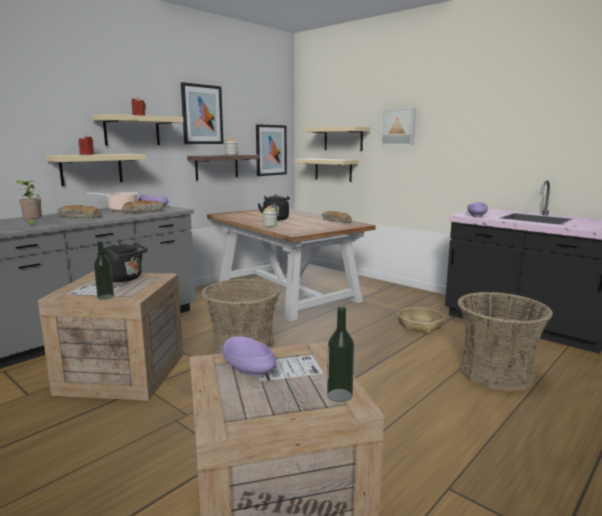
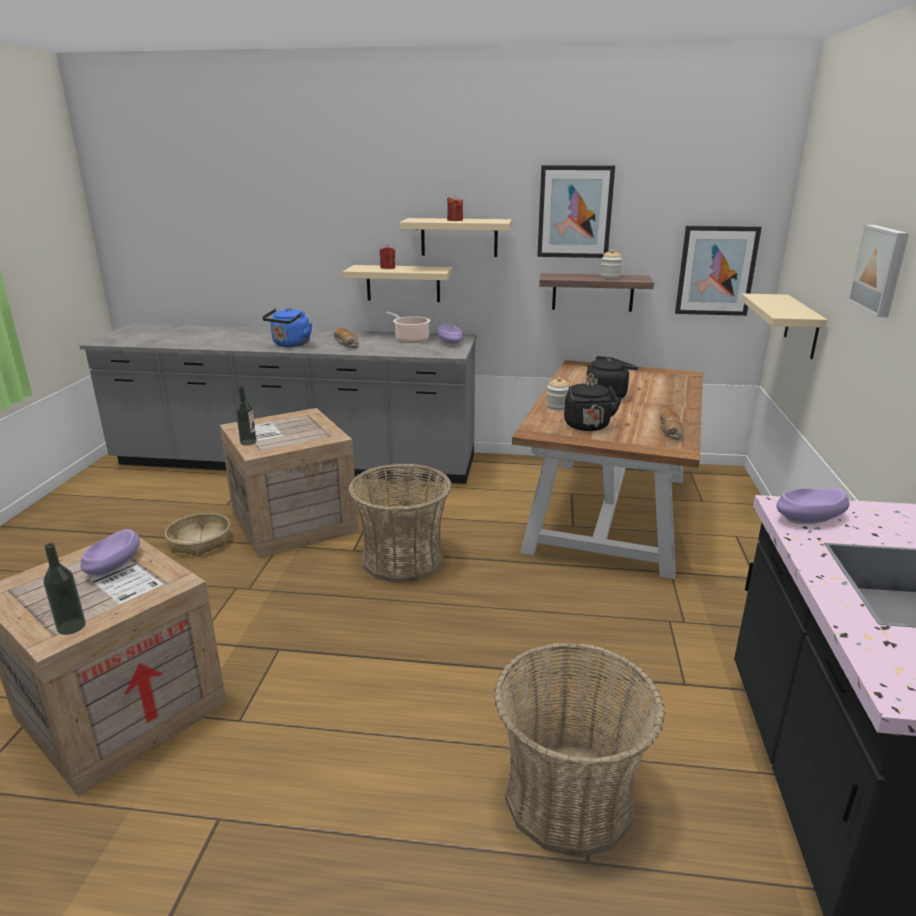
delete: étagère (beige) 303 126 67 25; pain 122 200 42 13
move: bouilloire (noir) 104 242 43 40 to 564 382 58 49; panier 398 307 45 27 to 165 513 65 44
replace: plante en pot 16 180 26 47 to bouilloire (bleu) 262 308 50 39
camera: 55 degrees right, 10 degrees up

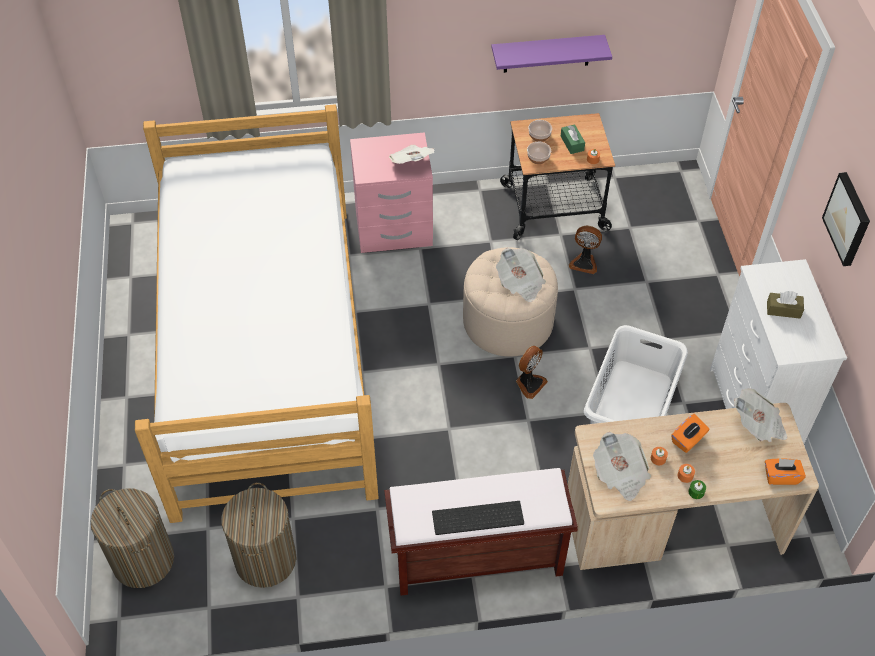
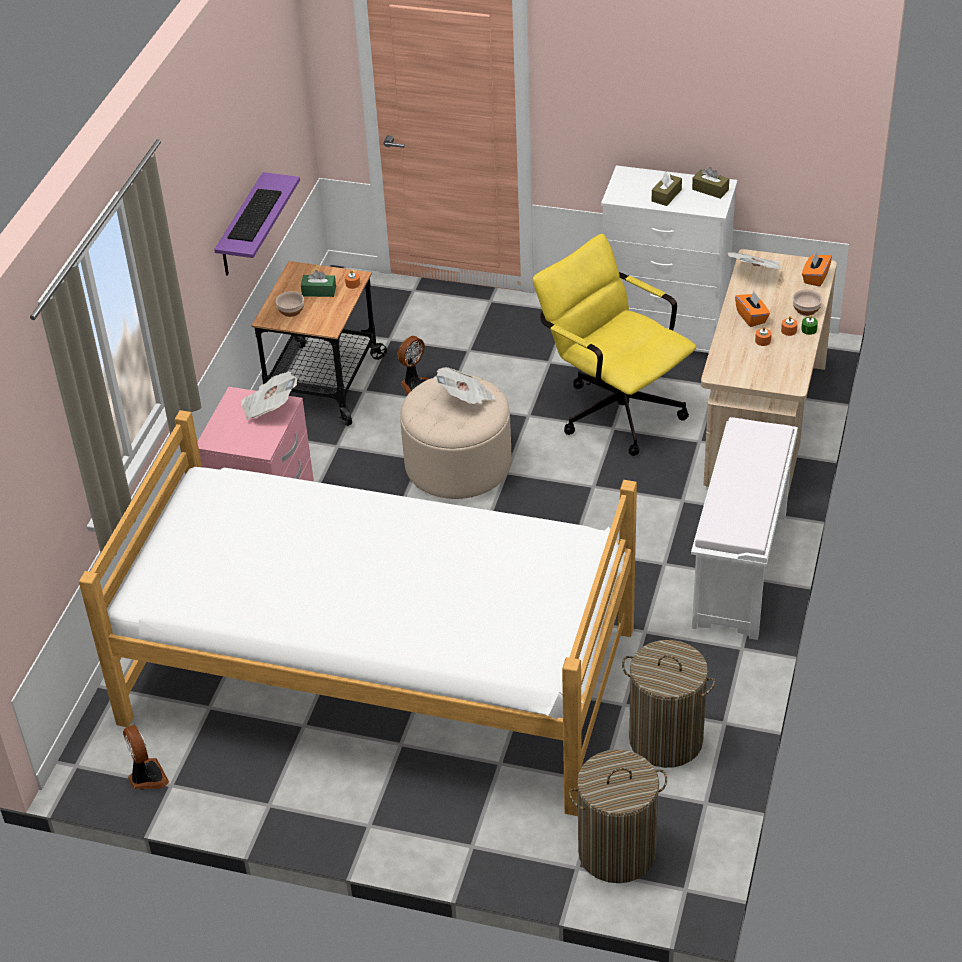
delete: tableau 822 172 48 94; journal 593 432 58 69
insert: boîte à mouchoirs (marron) 692 167 37 32
move: bol 527 142 24 22 to 793 289 29 27; ventilateur 516 346 32 53 to 123 725 46 64; clavier 432 501 92 34 to 228 189 54 53
replace: panier à linge (blanc) 584 325 104 99 to chaise de bureau (jaune) 533 234 163 222
recolor: banc (marron) 384 468 194 128 to banc (blanc) 691 417 107 223
camera: 65 degrees left, 10 degrees down

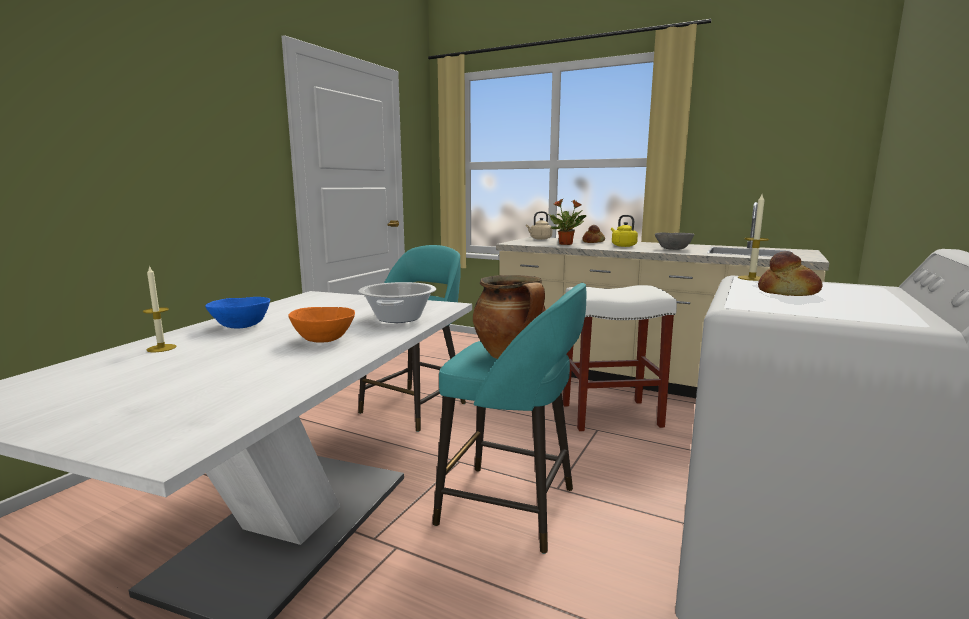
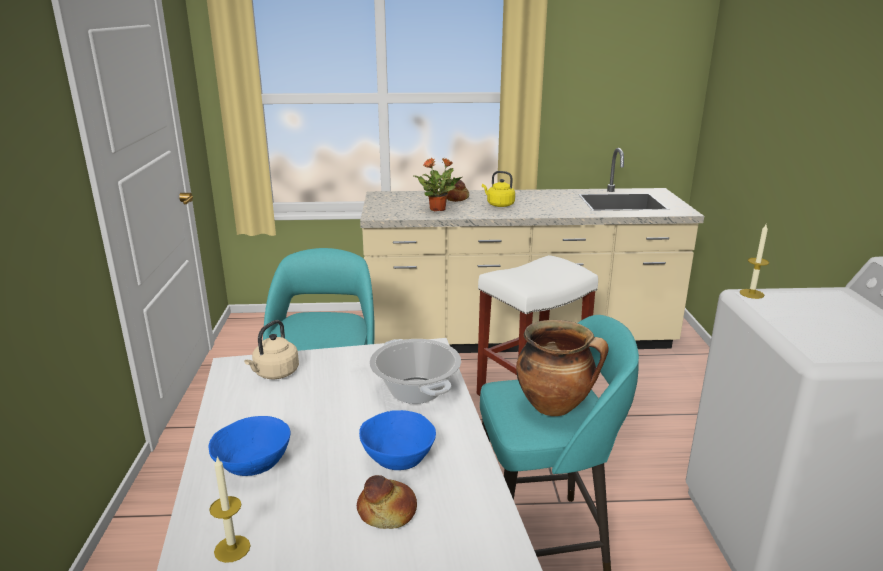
delete: bol (gris) 655 232 39 18
move: bouilloire (beige) 526 211 26 29 to 244 320 55 59; pain 758 251 64 45 to 357 475 60 54
recolor: bol (orange) 288 307 67 36 to bol (bleu) 359 410 77 60
camera: 30 degrees left, 10 degrees up

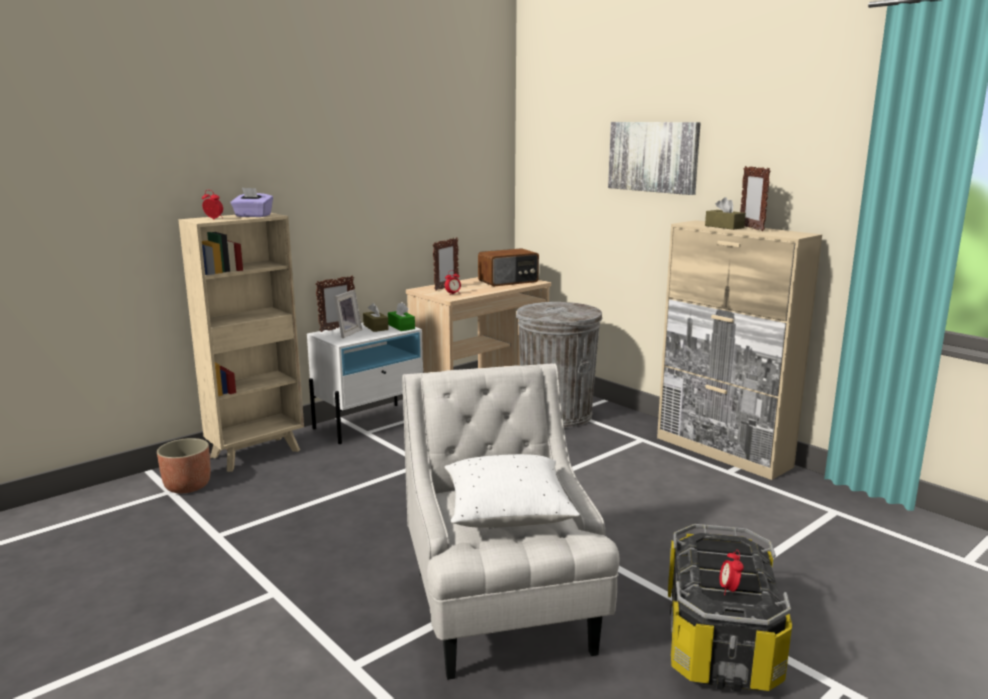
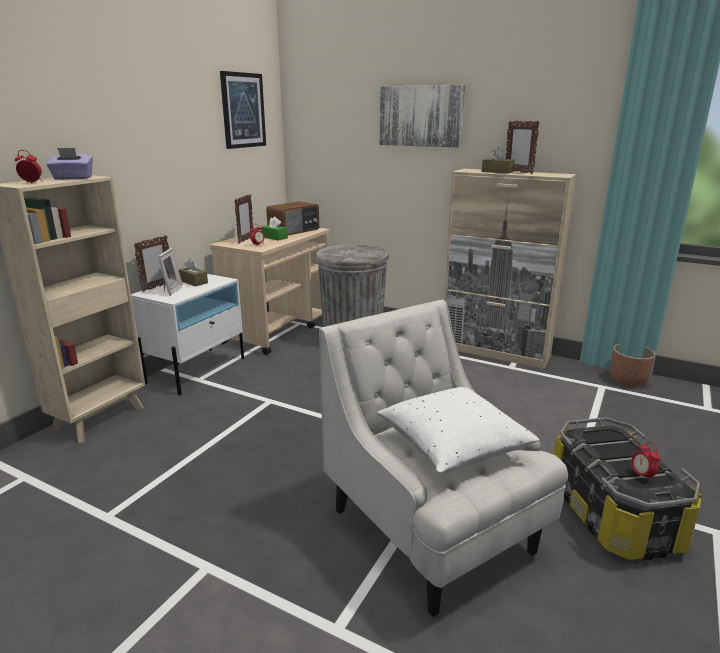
insert: tableau 220 71 46 78
move: boîte à mouchoirs (vert) 388 302 27 29 to 261 217 27 24; cache-pot 157 438 53 55 to 610 344 46 43
camera: 20 degrees left, 5 degrees up

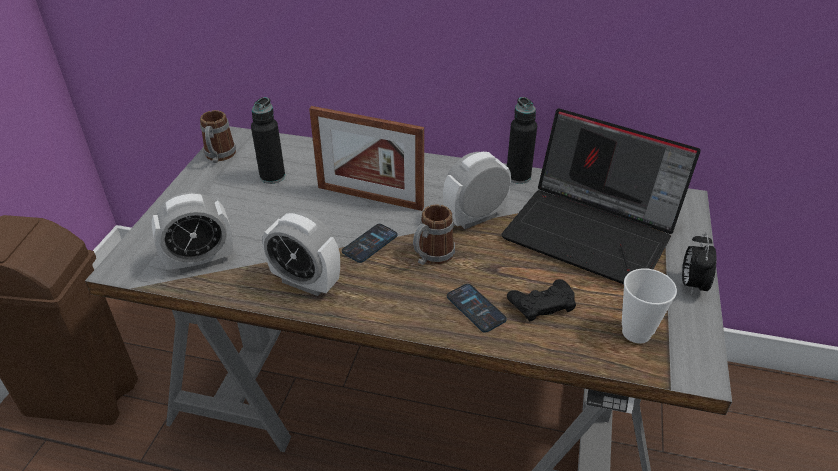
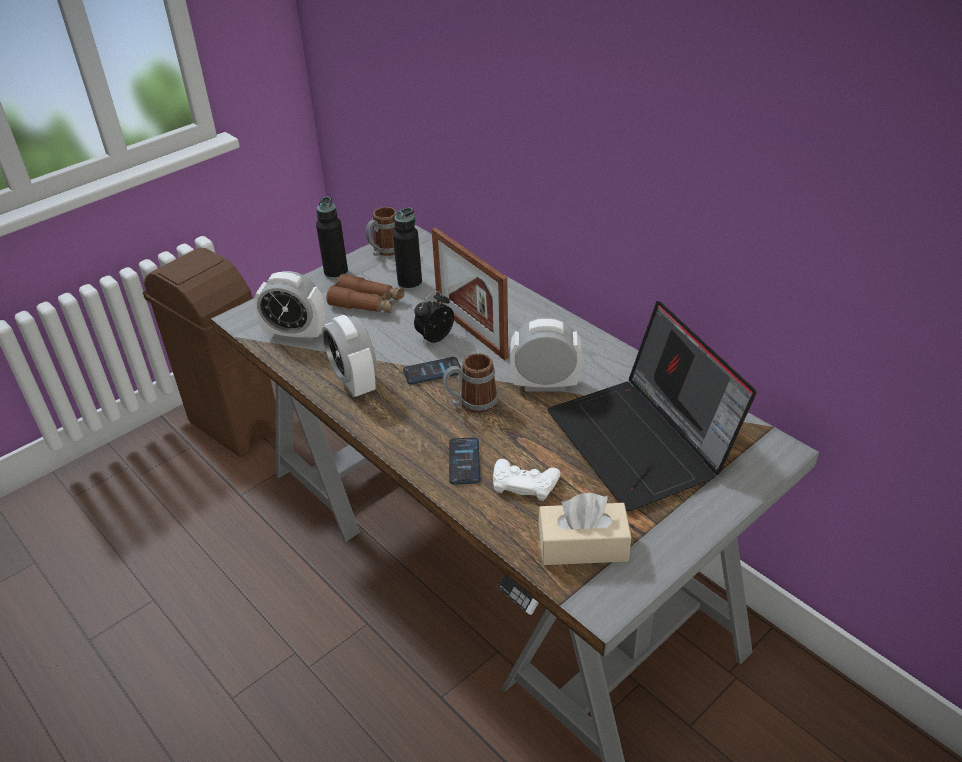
insert: jumelles (marron) 326 274 79 39
move: bouteille (noir) 507 97 30 87 to 316 197 32 83; réveil 682 233 35 63 to 414 291 40 52
replace: tasse 622 268 55 75 to boîte à mouchoirs (beige) 538 493 93 72
recolor: manette (noir) 507 279 69 42 to manette (blanc) 493 459 68 42
camera: 35 degrees right, 0 degrees up

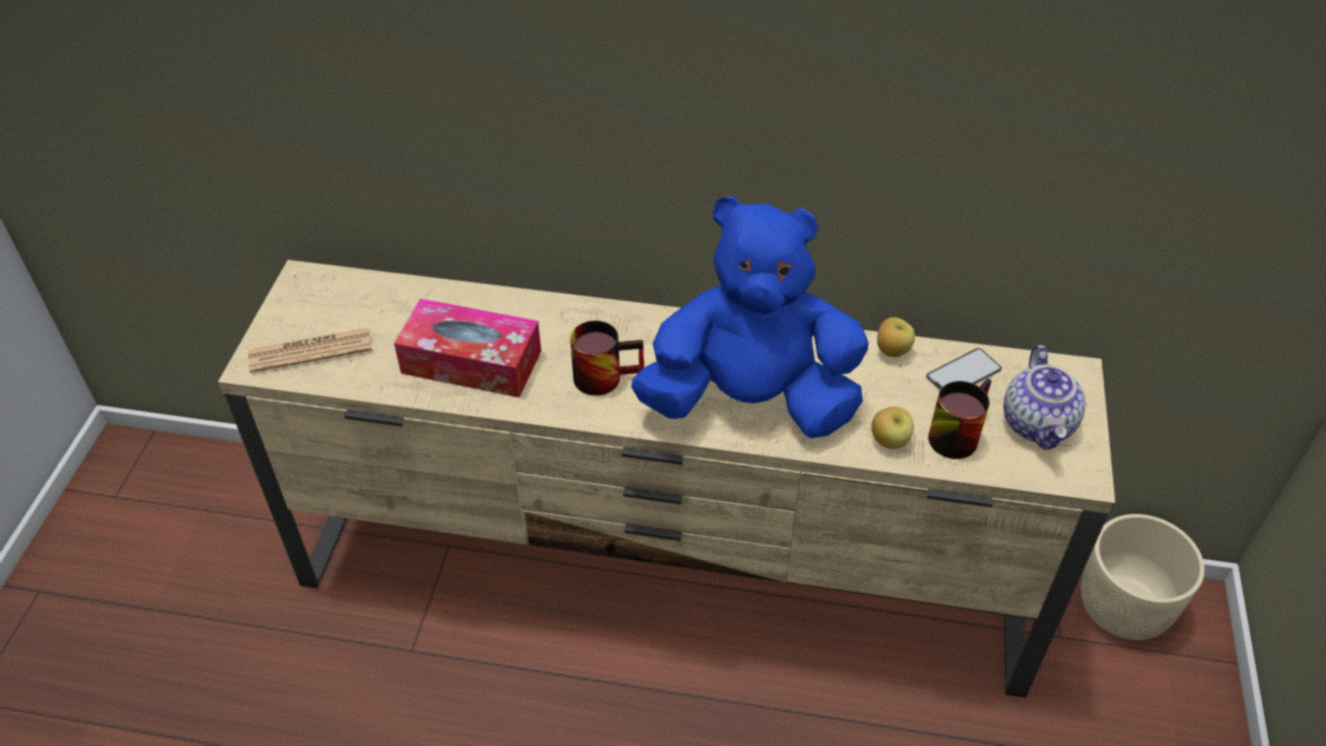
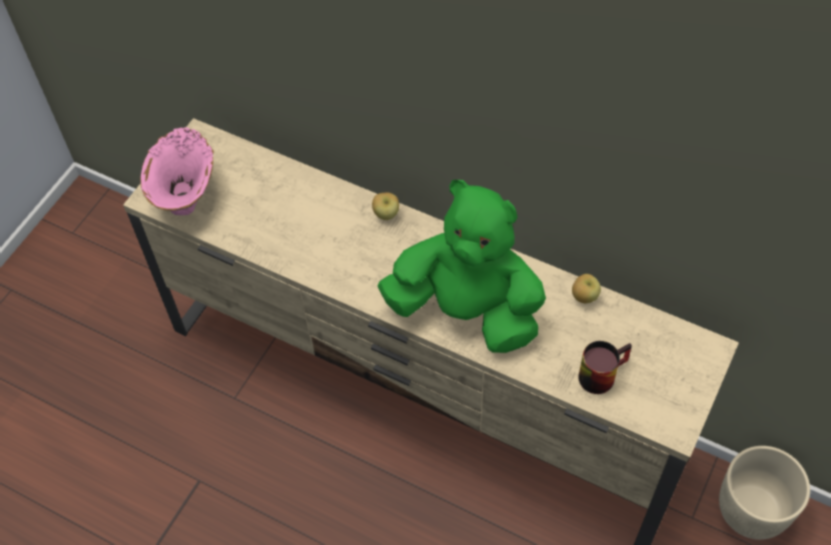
delete: boîte à mouchoirs 394 298 147 100; mug 570 321 74 75; théière 1003 345 83 105; téléphone 926 348 76 43
move: pomme 872 407 42 42 to 372 192 27 28
replace: journal 248 328 124 45 to vase (rose) 140 127 74 88
recolor: peluche (bleu) 631 196 238 242 to peluche (vert) 377 180 169 173
camera: 20 degrees right, 10 degrees up

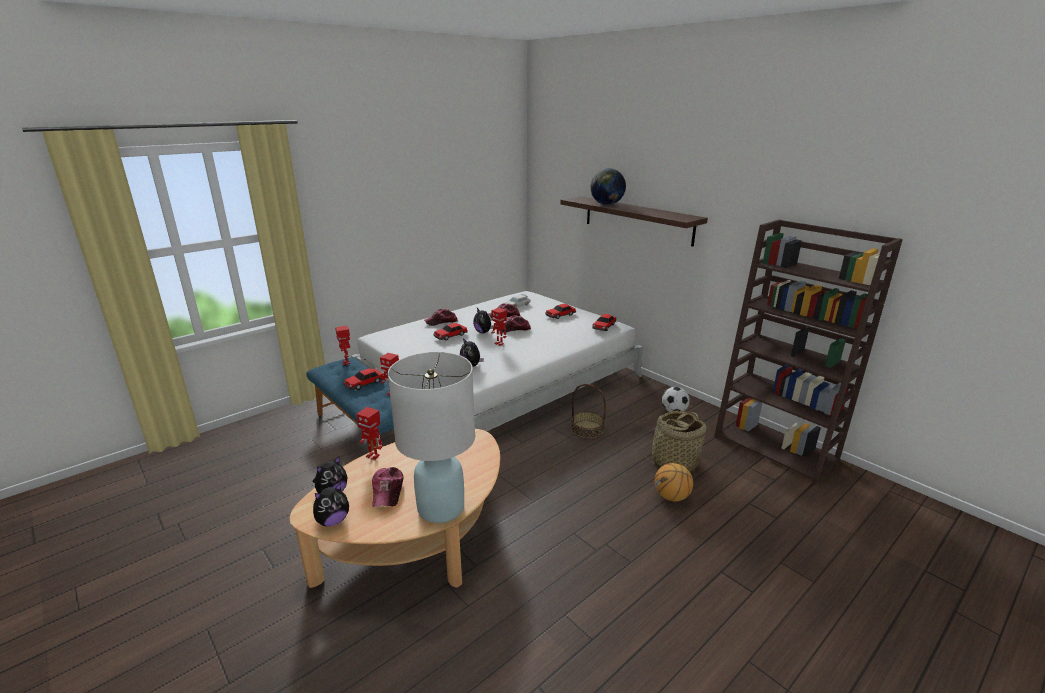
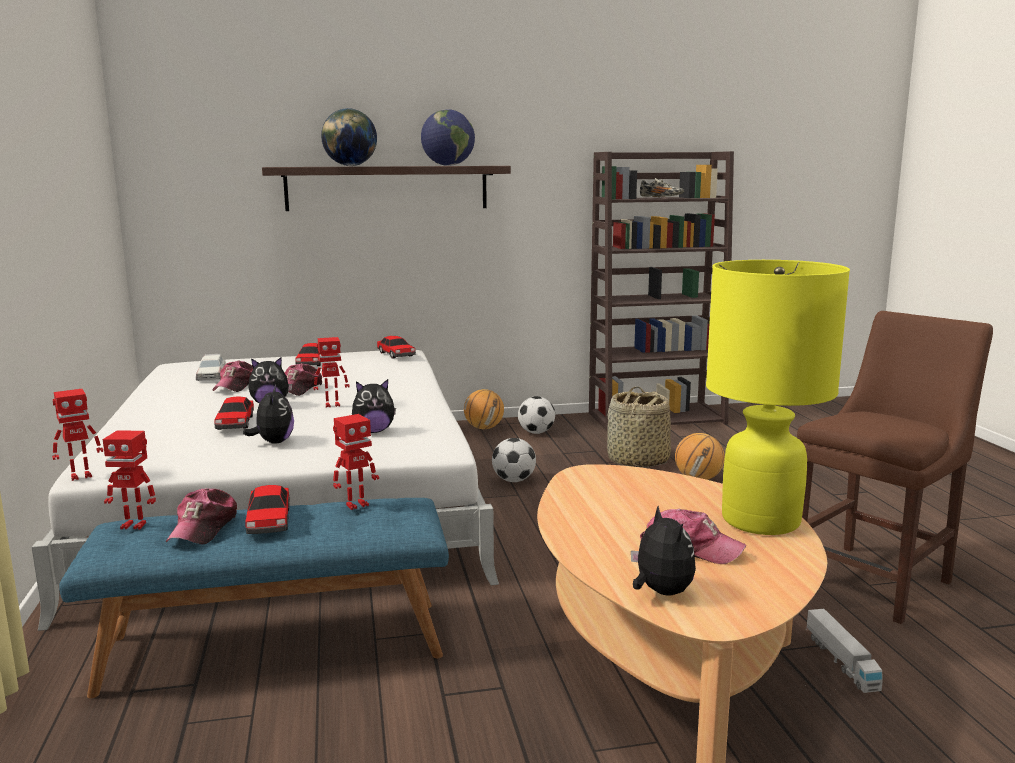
insert: globe 421 109 54 57; chaussure 640 178 44 20; chaise (marron) 797 311 196 313; ballon de basket 464 389 40 40; camion jouet 806 609 77 84
move: casquette 424 309 34 17 to 166 488 71 56; robot jouet 356 407 27 53 to 52 389 51 92; peluche 313 483 36 44 to 243 385 51 59
replace: panier 571 384 35 55 to ballon de foot 492 438 44 44
recolor: lampe de table (blanc) 388 352 87 171 to lampe de table (jaune) 706 260 144 275
camera: 60 degrees left, 10 degrees down

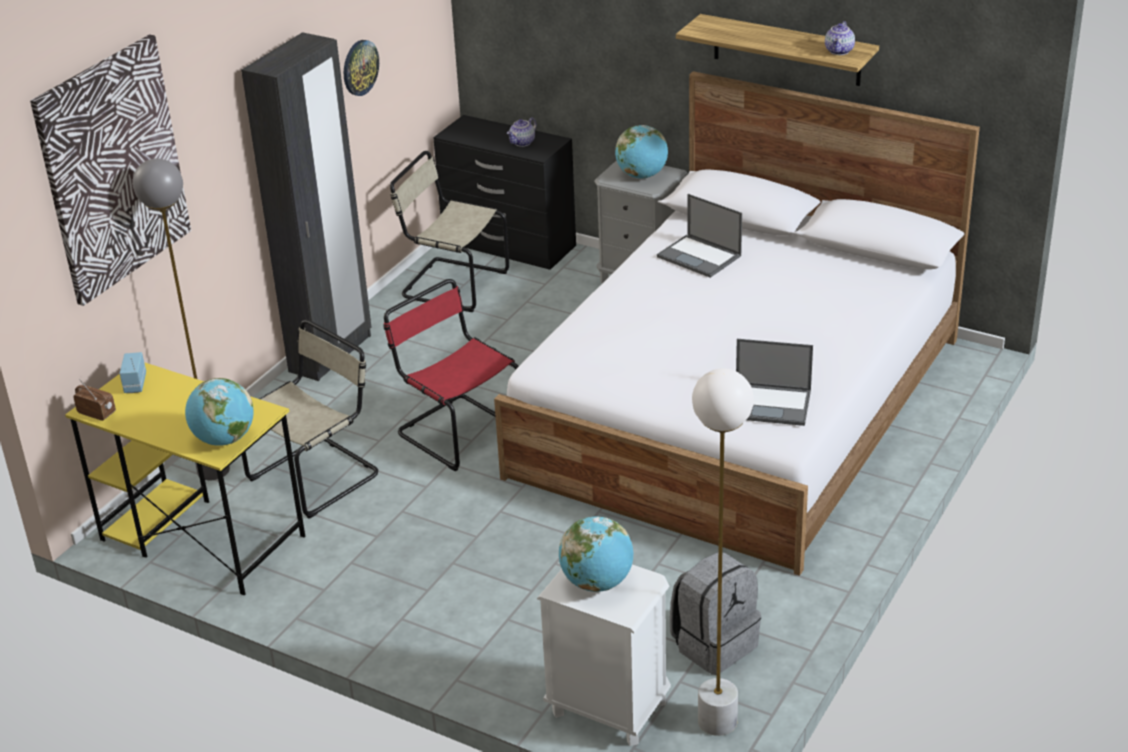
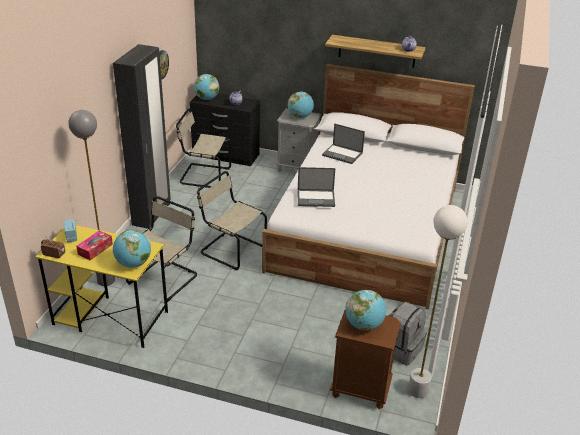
delete: tableau 30 34 161 272
insert: globe 194 74 25 26; boîte à mouchoirs 76 231 37 29
move: ordinateur portable 736 339 77 87 to 298 167 37 40
recolor: chaise (rouge) 383 279 136 192 to chaise (beige) 197 171 70 99; table de chevet (blanc) 537 565 134 181 to table de chevet (marron) 330 310 71 99
camera: 15 degrees left, 0 degrees up

